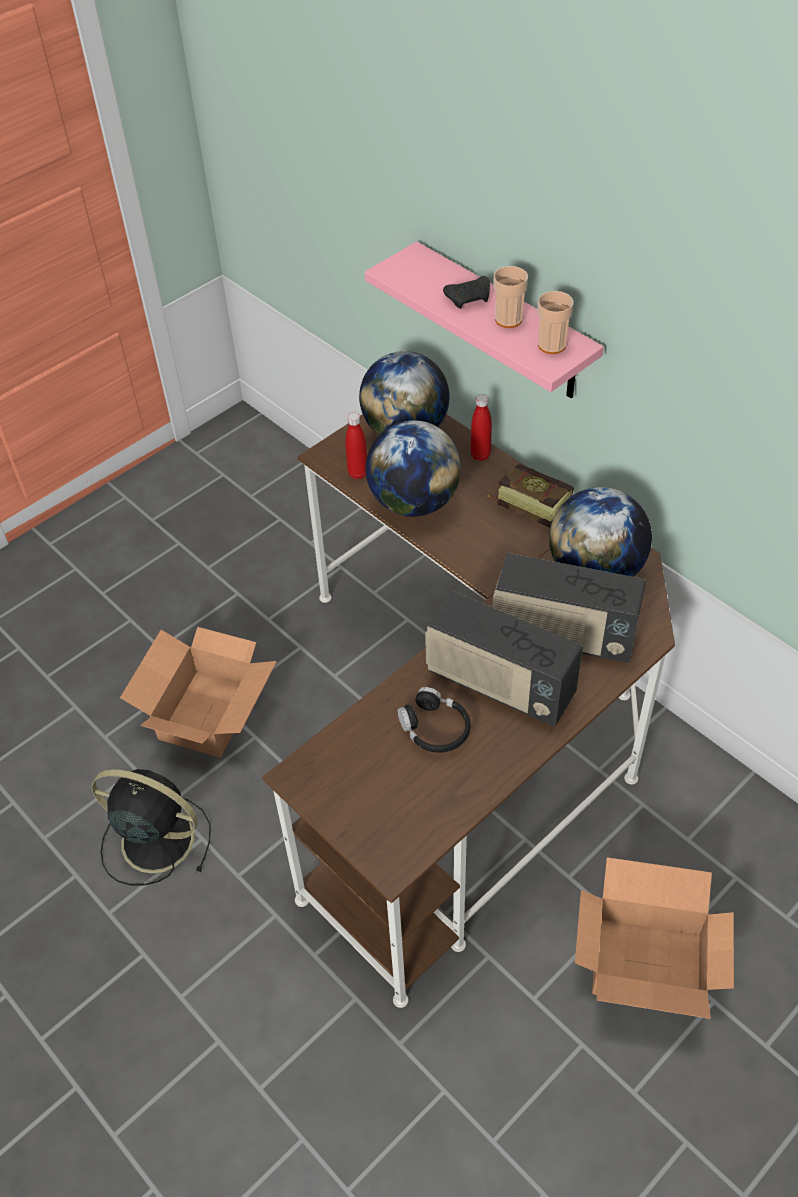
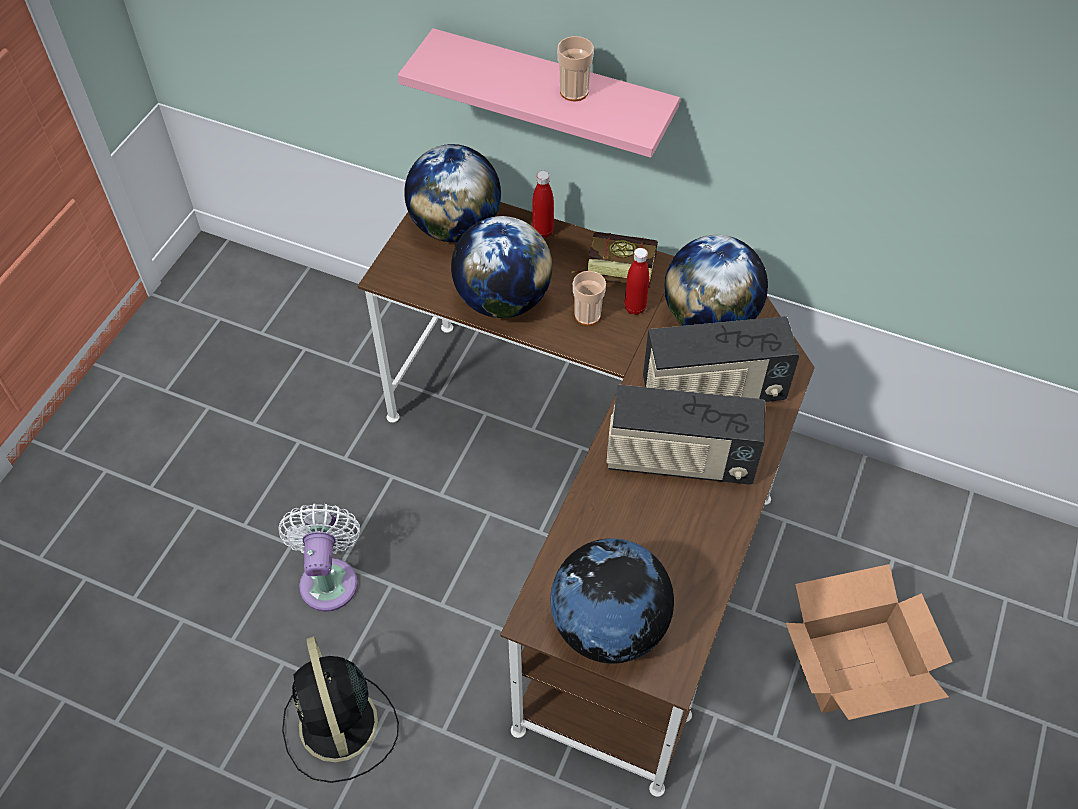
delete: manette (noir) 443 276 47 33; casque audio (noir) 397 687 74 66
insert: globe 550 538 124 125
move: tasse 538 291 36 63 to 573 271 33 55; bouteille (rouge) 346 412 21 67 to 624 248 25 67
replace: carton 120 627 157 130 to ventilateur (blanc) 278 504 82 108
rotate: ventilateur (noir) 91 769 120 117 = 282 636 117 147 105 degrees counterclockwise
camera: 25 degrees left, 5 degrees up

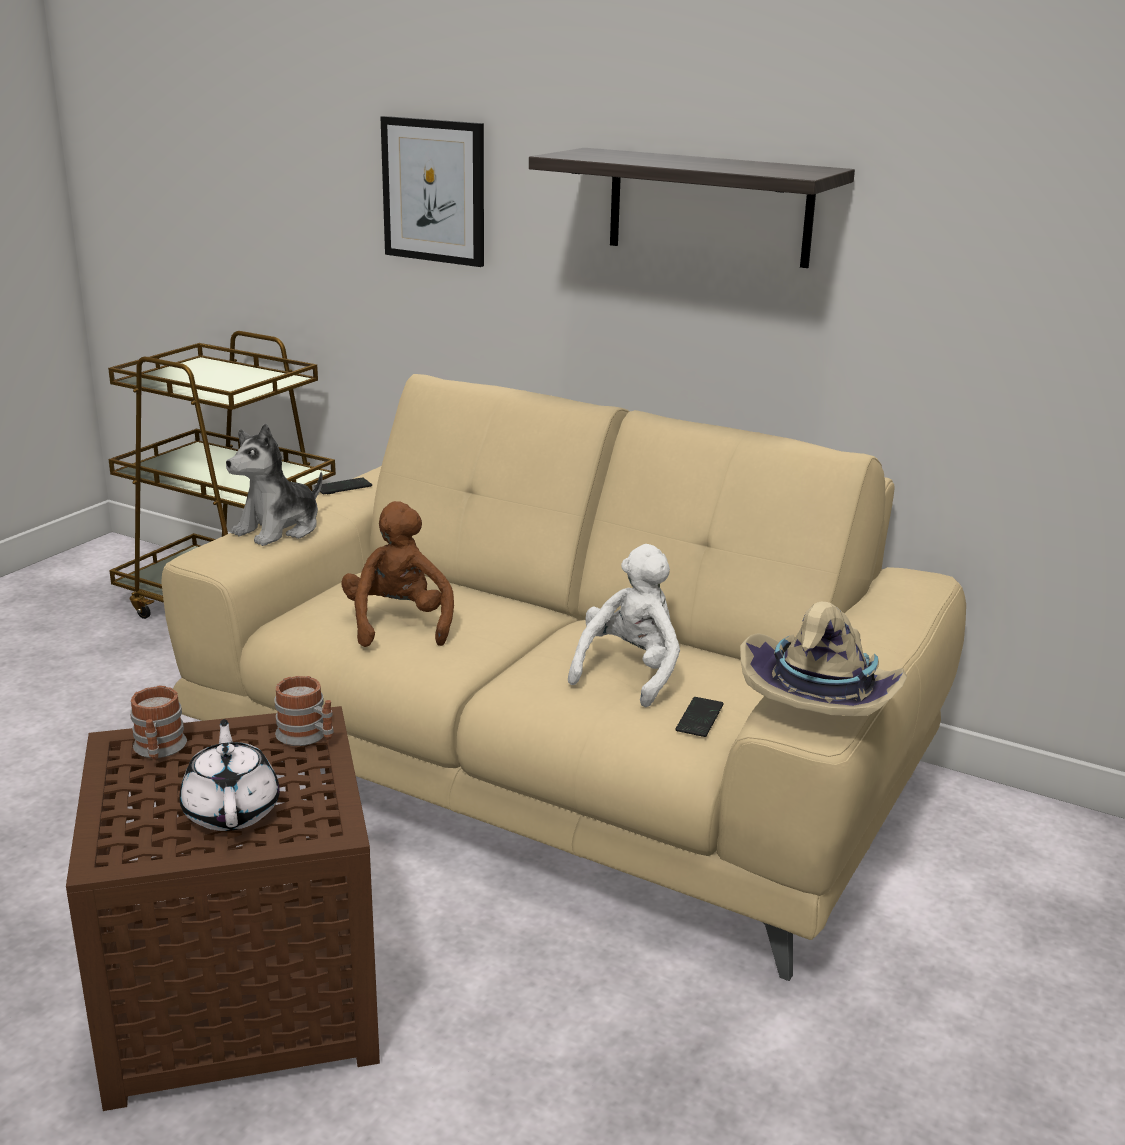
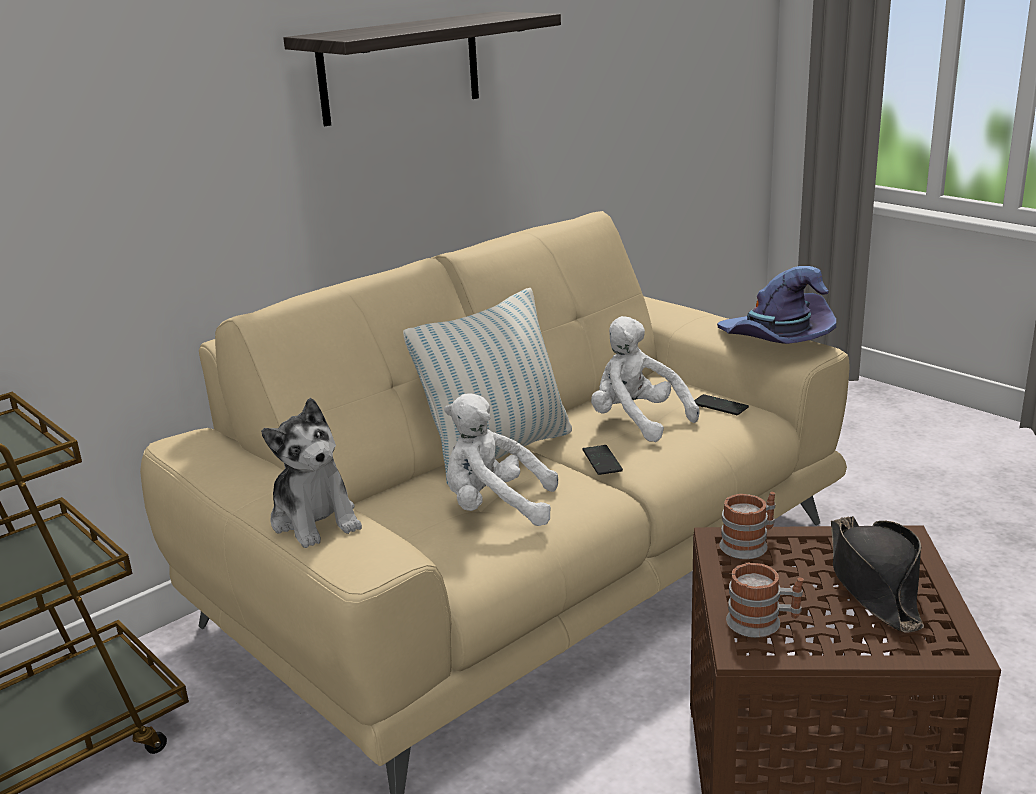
delete: tableau 380 116 104 151
insert: coussin 403 288 169 198
move: téléphone 315 477 57 17 to 583 445 40 30
replace: théière (blanc) 179 719 101 112 to chapeau (noir) 831 516 93 116
recolor: peluche (marron) 341 501 113 146 to peluche (blanc) 444 393 114 133; chapeau (beige) 740 602 167 114 to chapeau (violet) 717 266 119 78
camera: 70 degrees left, 0 degrees up

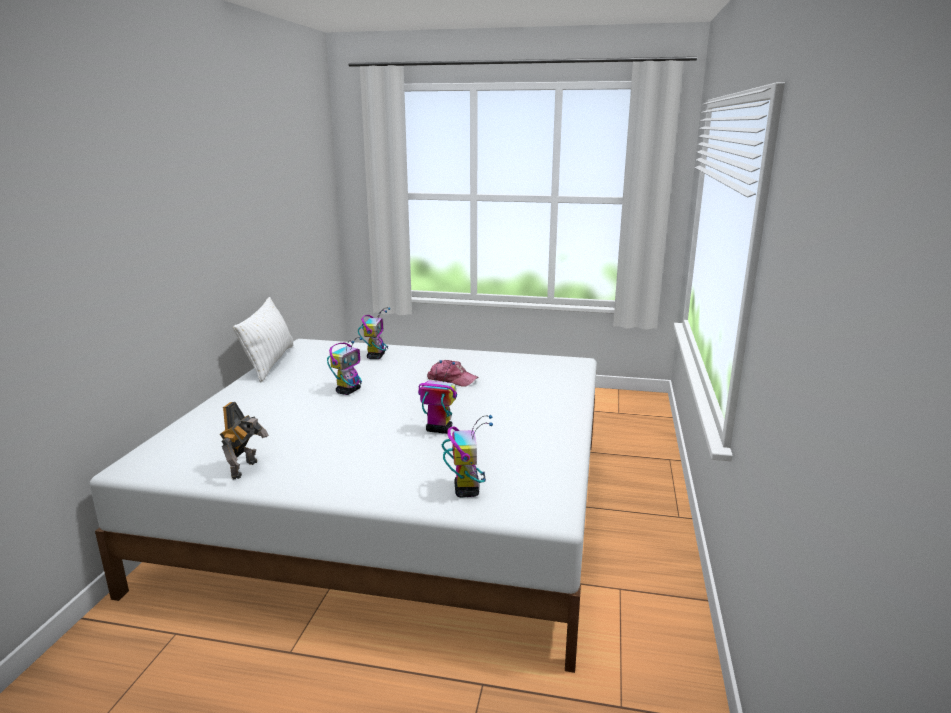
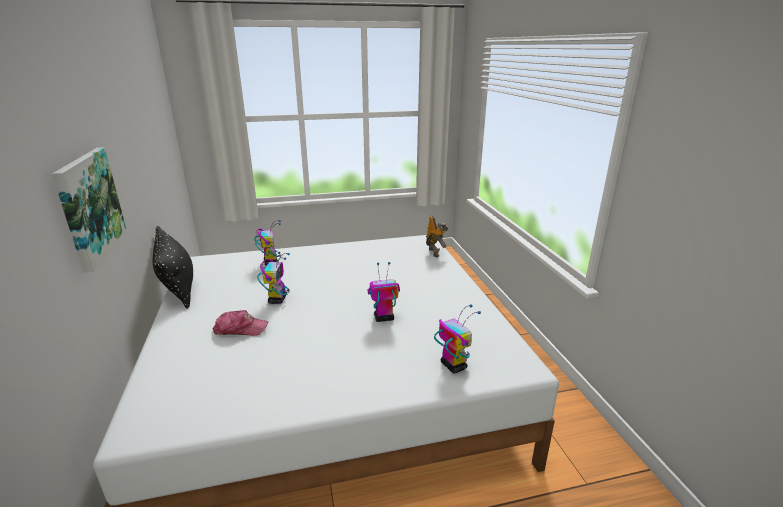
insert: tableau 52 147 75 126
move: casquette 427 360 51 27 to 213 310 55 26; robot jouet 220 402 49 78 to 426 215 22 42
recolor: coussin (blanc) 233 297 60 85 to coussin (noir) 153 226 40 82
camera: 25 degrees left, 5 degrees up

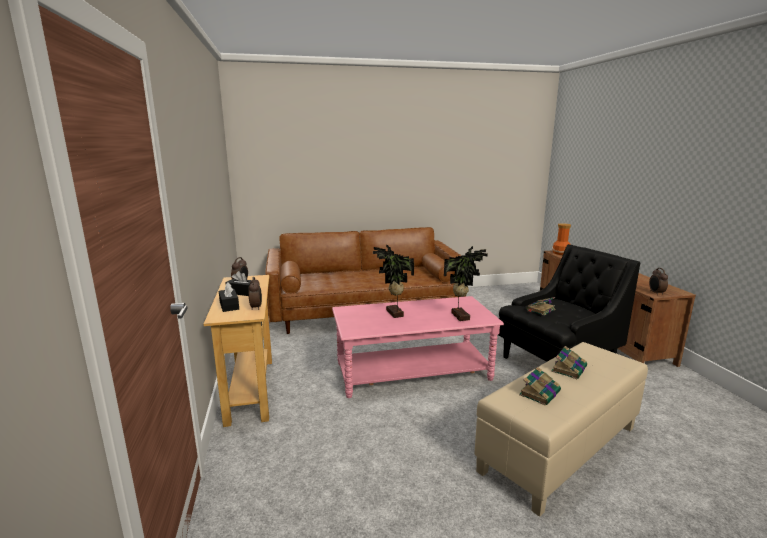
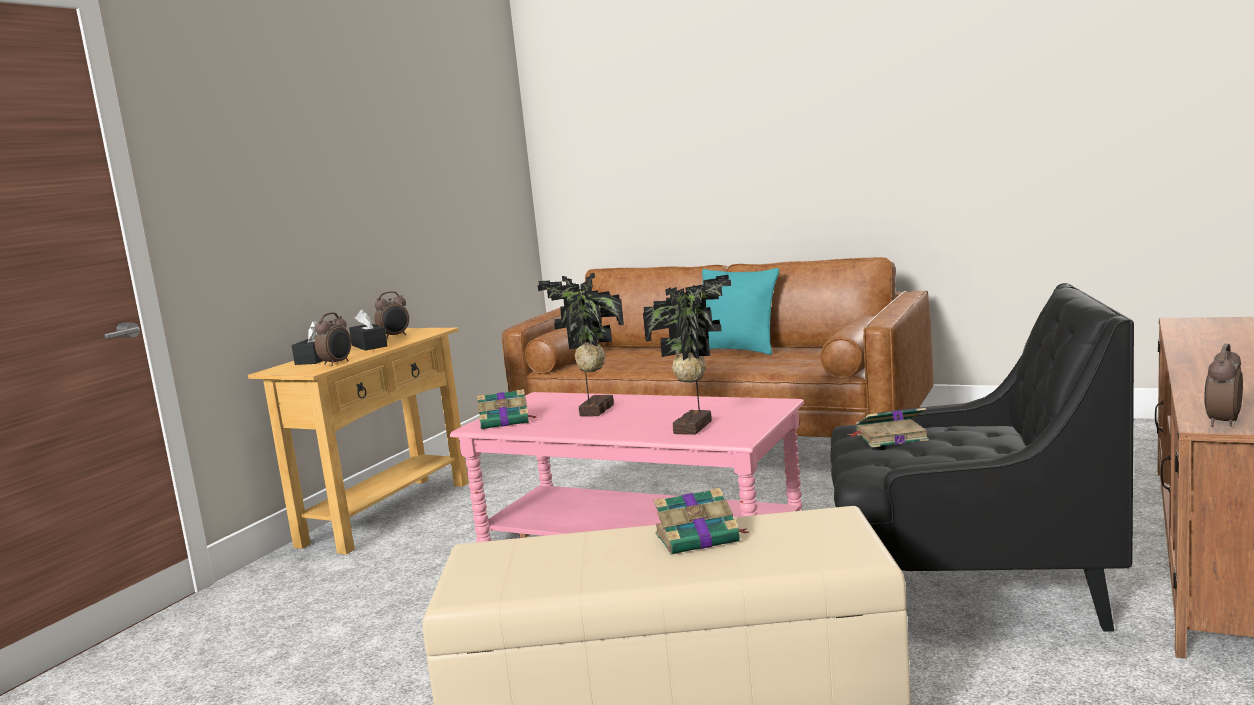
delete: vase 552 223 19 32
insert: coussin (turquoise) 702 268 77 87
move: livre 519 367 42 39 to 477 389 61 41
camera: 40 degrees right, 5 degrees down

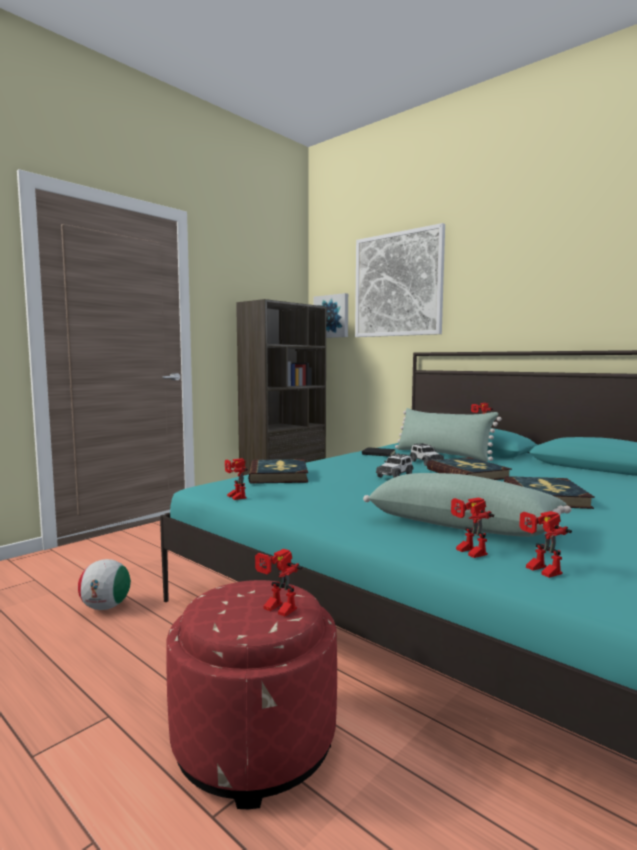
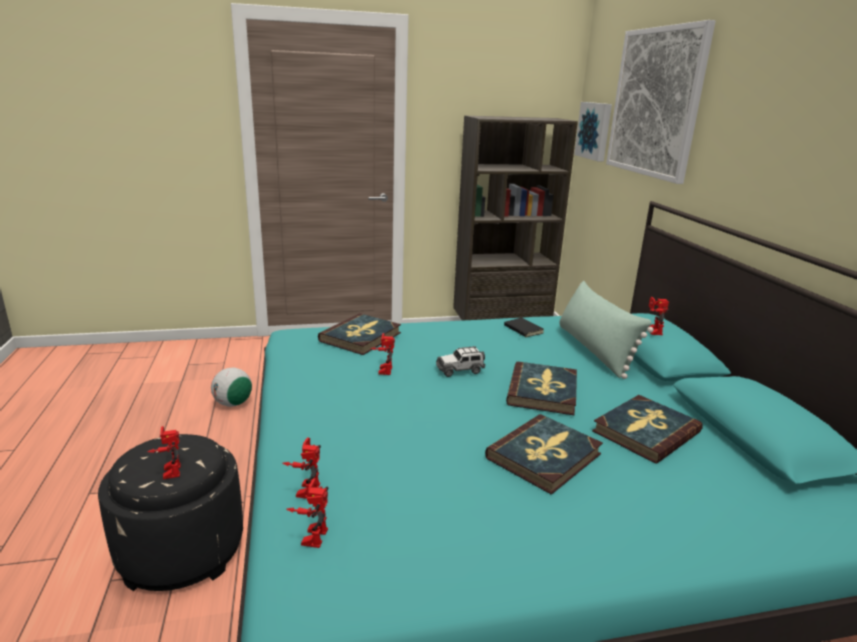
delete: petite voiture 409 443 35 23; coussin (vert) 363 473 209 64
insert: livre 592 395 110 68
move: robot jouet 225 458 23 42 to 370 333 25 42
recolor: pouf (rouge) 167 580 170 229 to pouf (noir) 98 434 145 157
camera: 35 degrees right, 15 degrees up

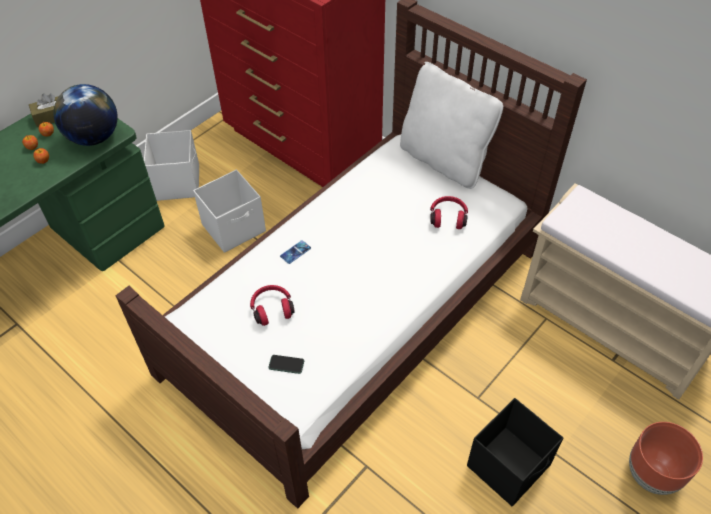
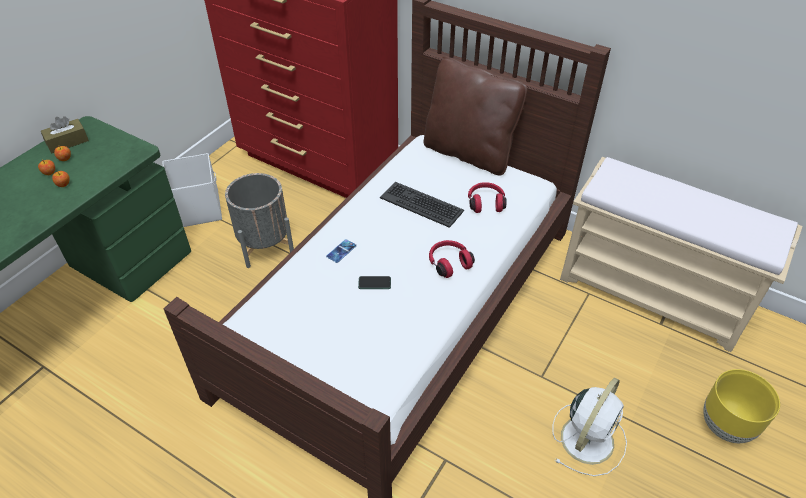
delete: globe 53 84 65 62
insert: clavier 380 182 84 46
move: casque audio (rouge) 250 285 45 41 to 429 240 46 38; téléphone 268 355 36 19 to 358 276 33 13
replace: boîte de rangement (blanc) 193 170 73 83 to cache-pot (gris) 225 173 69 95; boîte de rangement (noir) 467 398 96 109 to ventilateur (blanc) 552 377 75 99
recolor: coussin (blanc) 400 62 103 127 to coussin (marron) 424 57 104 119; cache-pot (marron) 629 422 74 73 to cache-pot (jaune) 703 369 77 74
camera: 10 degrees left, 5 degrees down

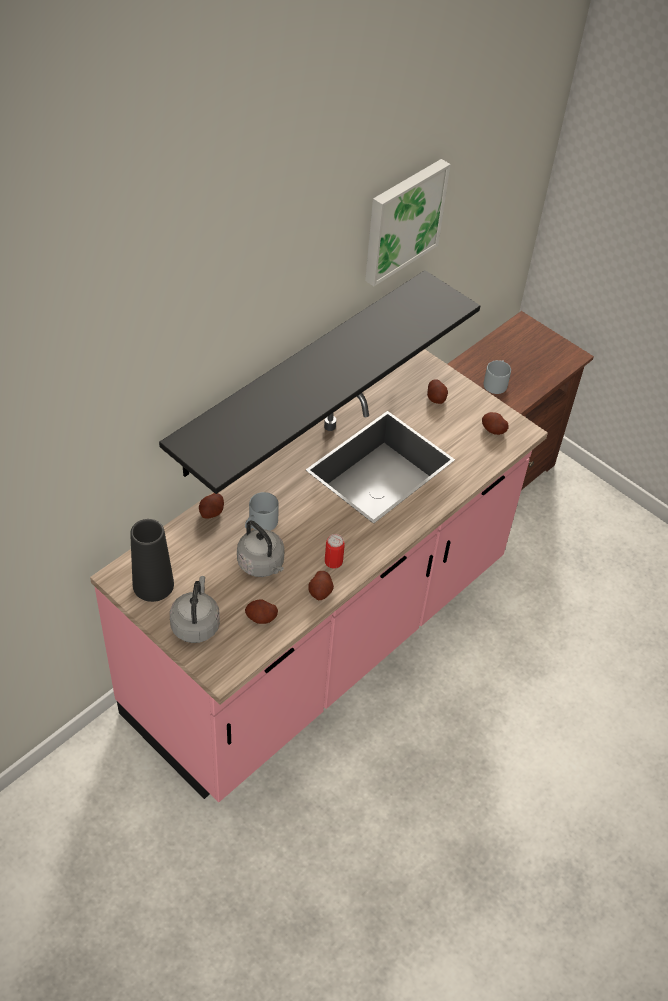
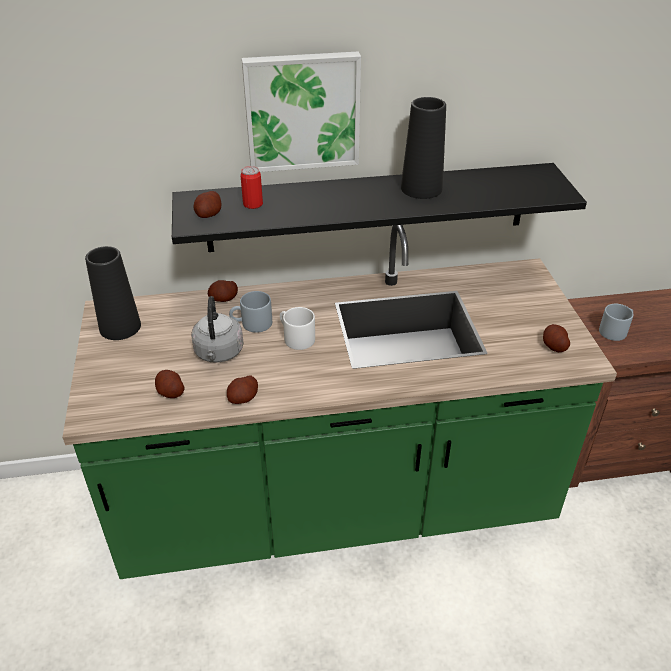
delete: bouilloire (gris) 170 576 50 67
insert: vase (noir) 401 97 45 102; mug (blanc) 280 307 35 43
move: tableau 365 159 86 127 to 242 51 119 121; pomme de terre 427 379 21 25 to 193 191 28 27; boîte métallique 325 534 20 34 to 240 166 23 43
recolor: comptoir de cuisine (rose) 90 349 458 453 to comptoir de cuisine (vert) 62 225 555 354
camera: 40 degrees right, 10 degrees down

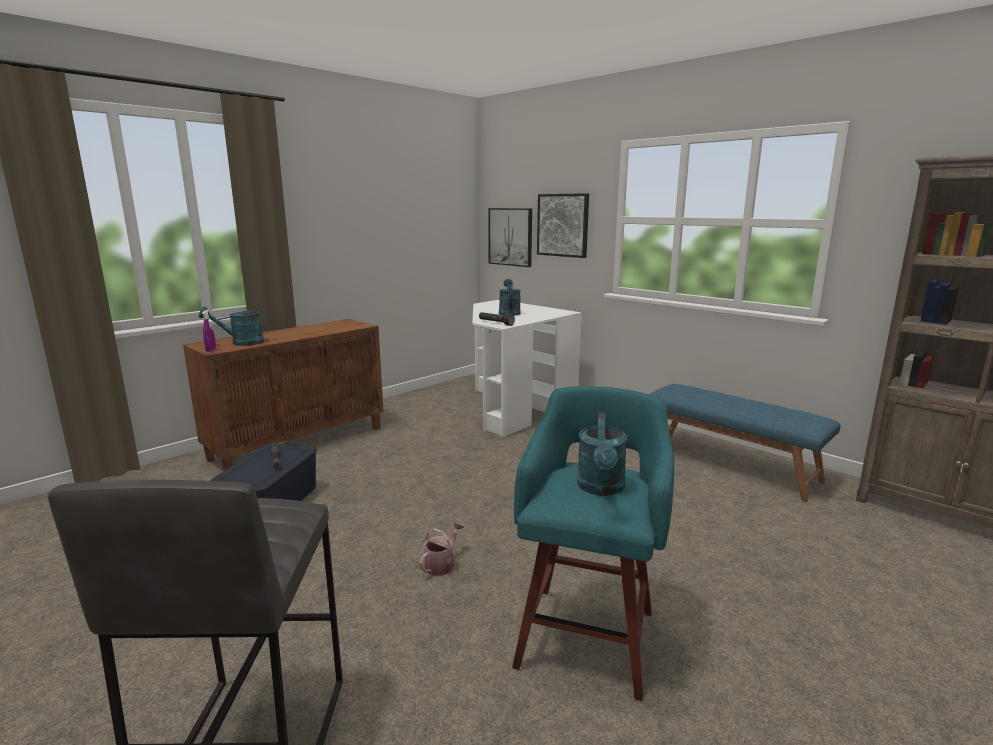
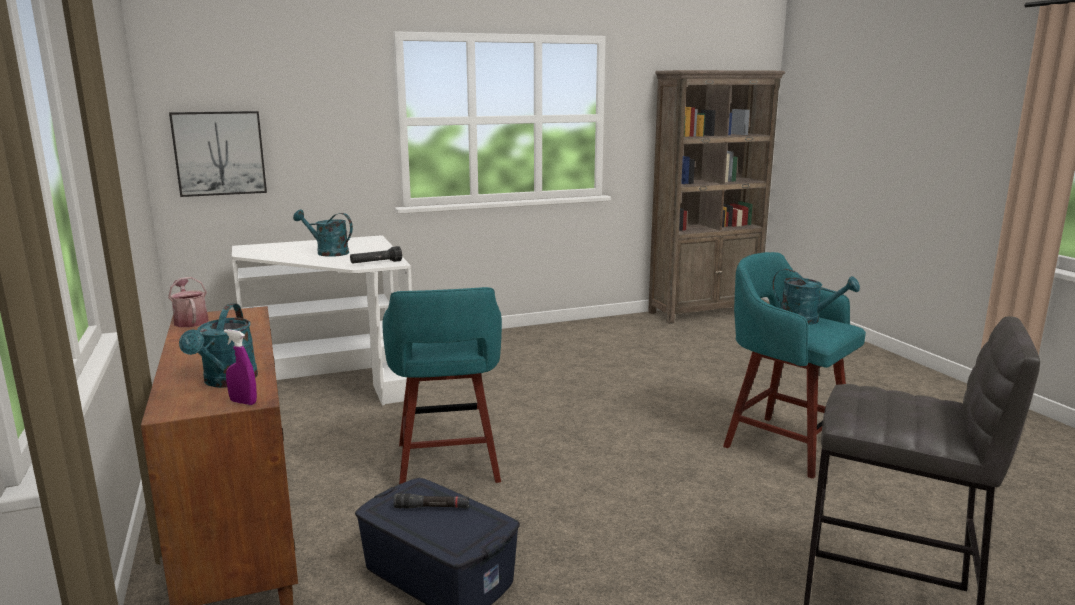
delete: tableau 537 193 52 65; banc (bleu) 649 384 191 118
insert: tabouret (turquoise) 382 287 120 197
move: arrosoir 420 522 44 54 to 168 277 41 50
camera: 65 degrees left, 0 degrees up

